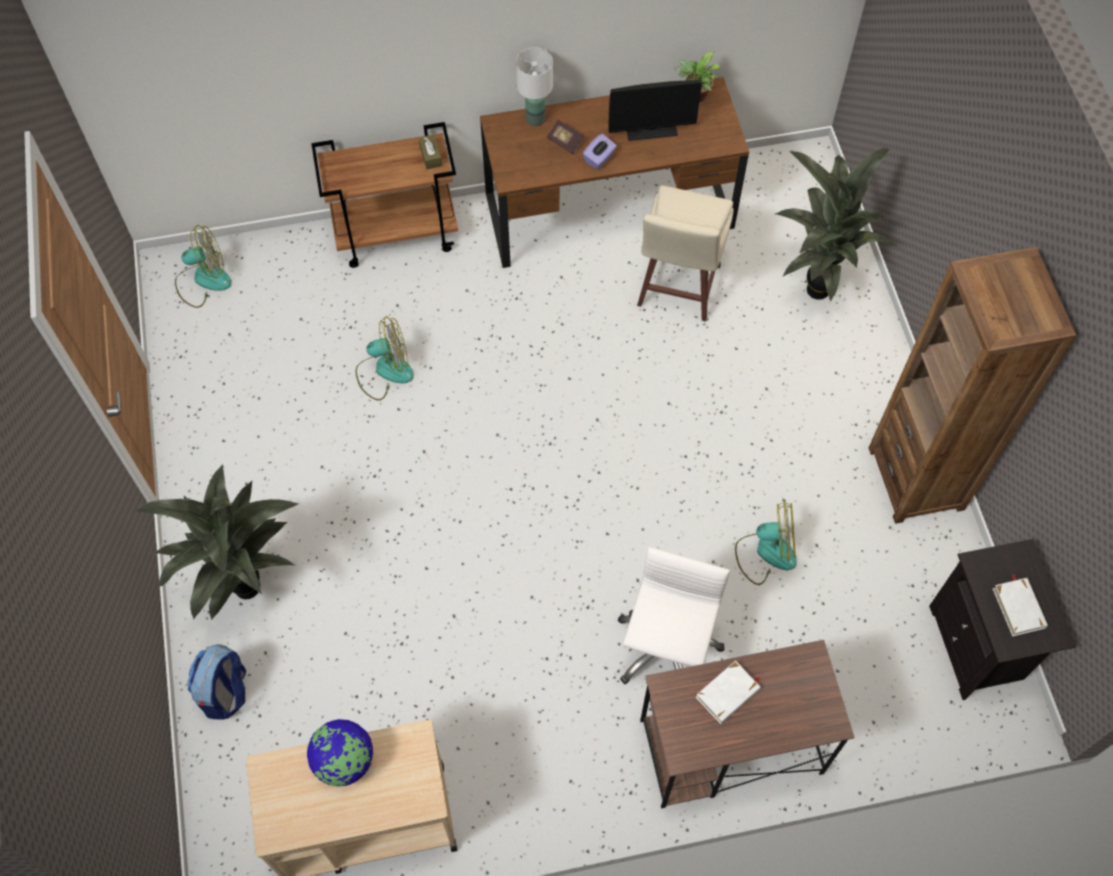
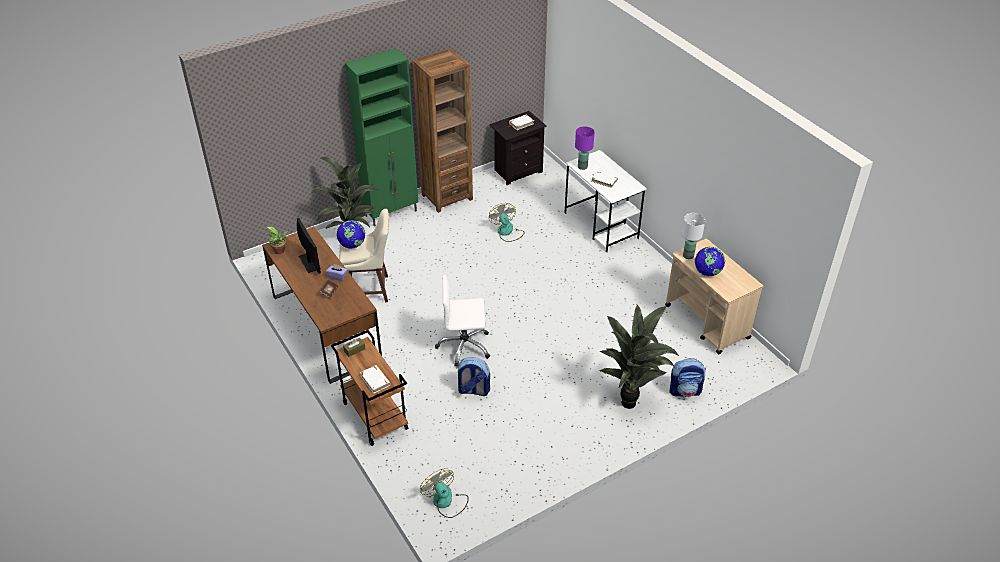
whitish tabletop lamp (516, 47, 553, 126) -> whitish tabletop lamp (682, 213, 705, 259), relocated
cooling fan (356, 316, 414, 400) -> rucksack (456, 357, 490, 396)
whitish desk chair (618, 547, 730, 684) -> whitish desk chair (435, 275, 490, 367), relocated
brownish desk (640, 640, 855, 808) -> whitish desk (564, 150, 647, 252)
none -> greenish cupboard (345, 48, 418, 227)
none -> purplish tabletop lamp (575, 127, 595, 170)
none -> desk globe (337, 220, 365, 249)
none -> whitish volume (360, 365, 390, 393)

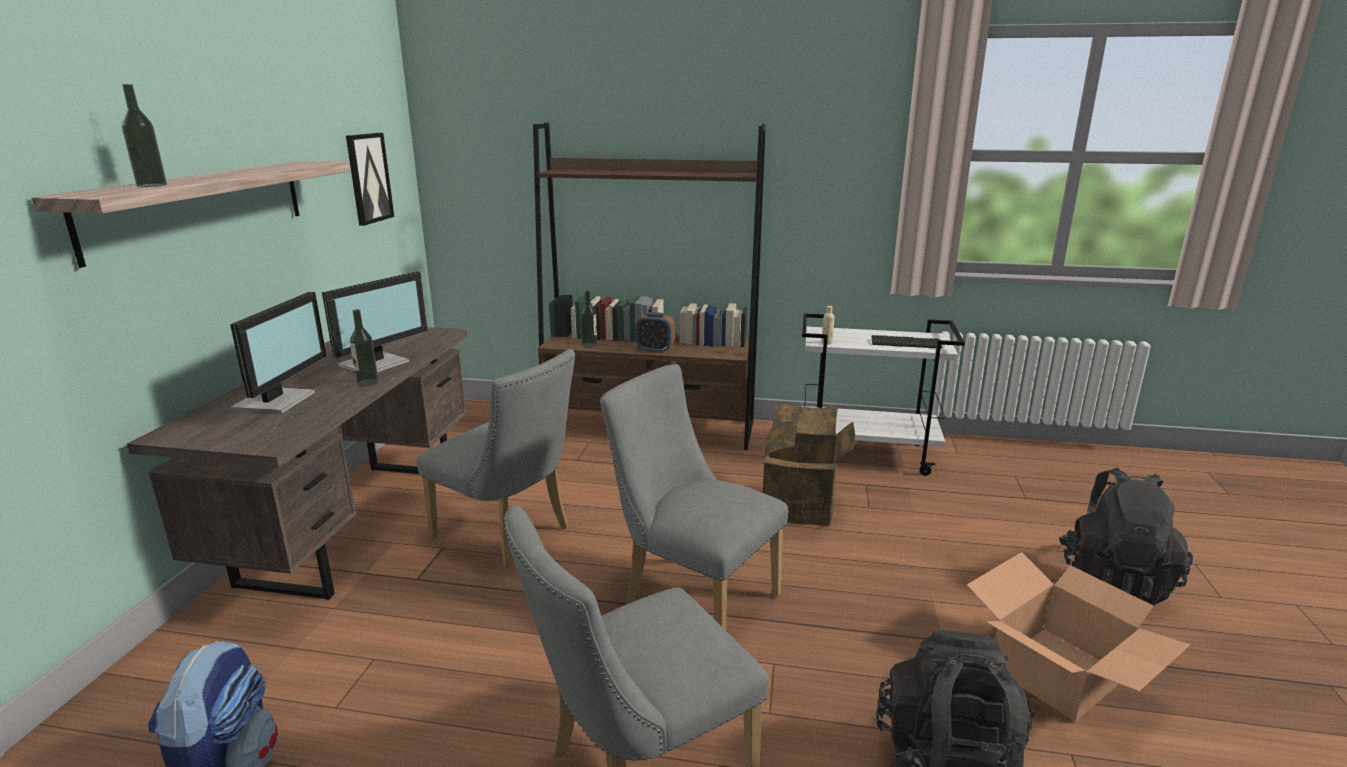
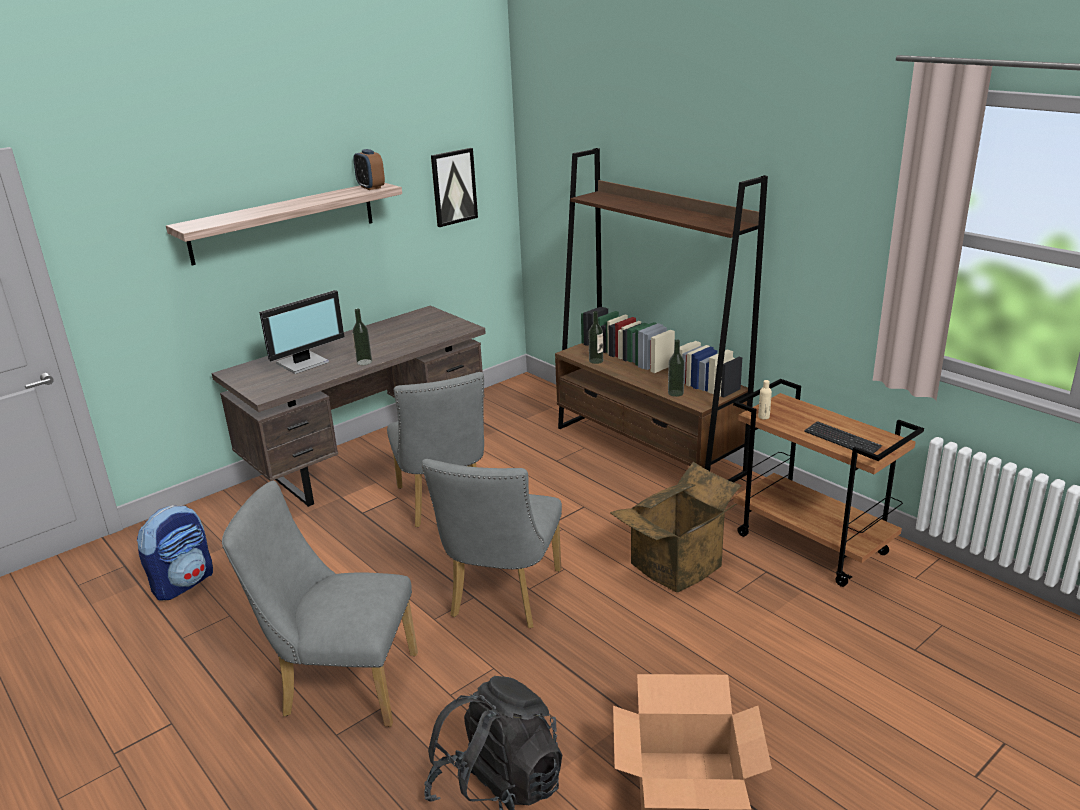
drink bottle (122, 84, 167, 187) -> drink bottle (668, 340, 685, 397), relocated
computer screen (322, 271, 428, 373) -> none
table clock (636, 312, 675, 353) -> table clock (353, 149, 385, 190), relocated
whitish wheeled cart (801, 313, 965, 476) -> brownish wheeled cart (733, 379, 924, 587)
gray upright chair (600, 364, 788, 630) -> gray upright chair (422, 459, 562, 628), 150 degrees counterclockwise
black-coloured rucksack (1059, 468, 1193, 606) -> none

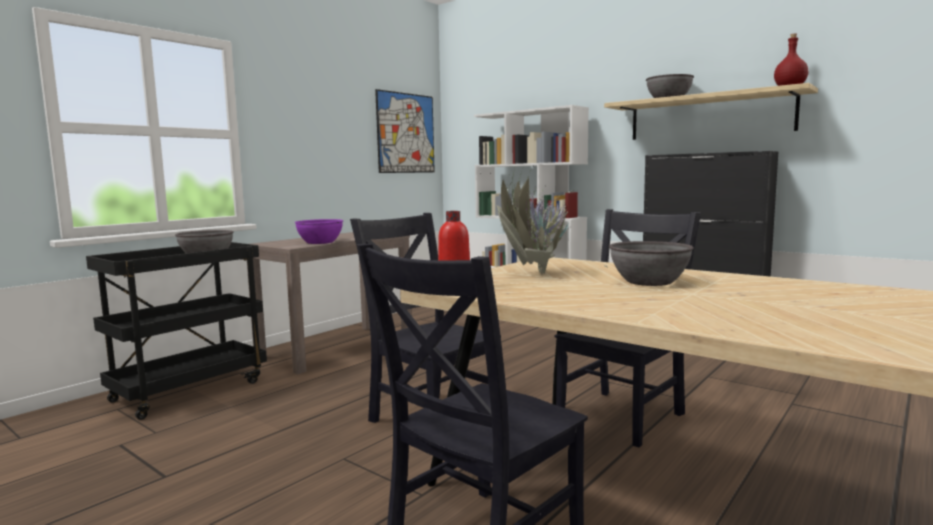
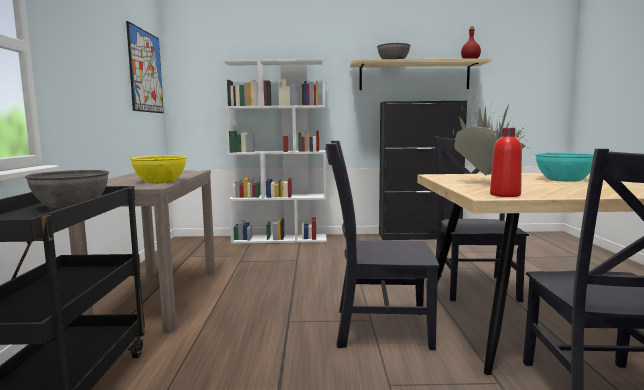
purplish serving bowl (295, 219, 343, 244) -> yellow serving bowl (130, 155, 187, 183)
gray serving bowl (609, 241, 694, 286) -> turquoise serving bowl (535, 152, 594, 181)

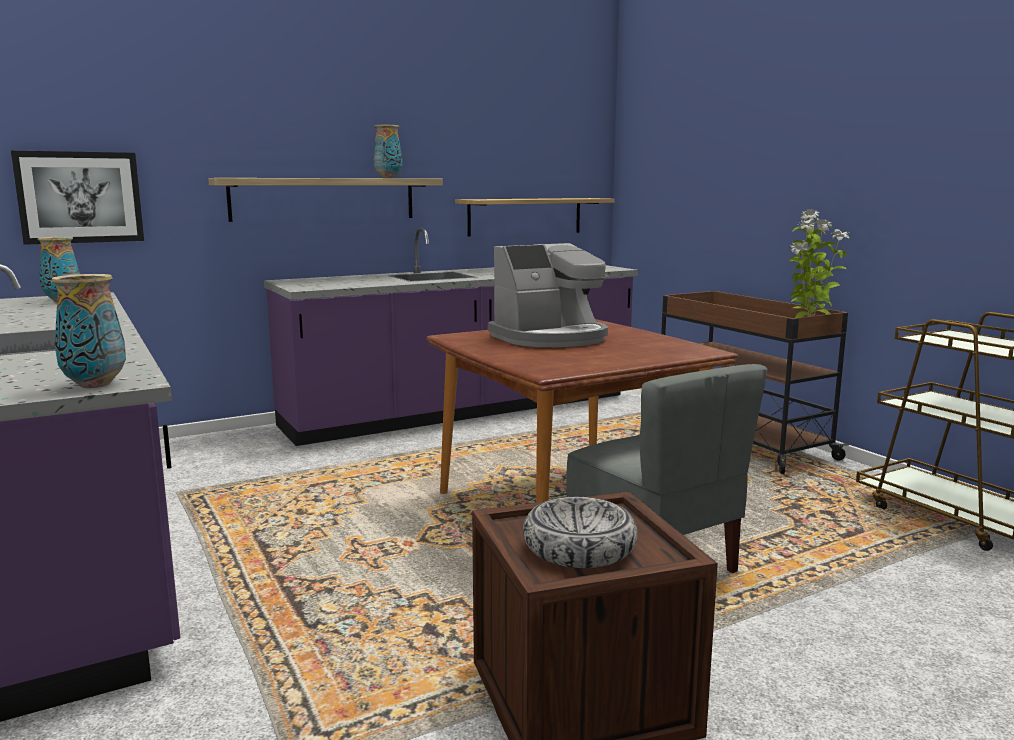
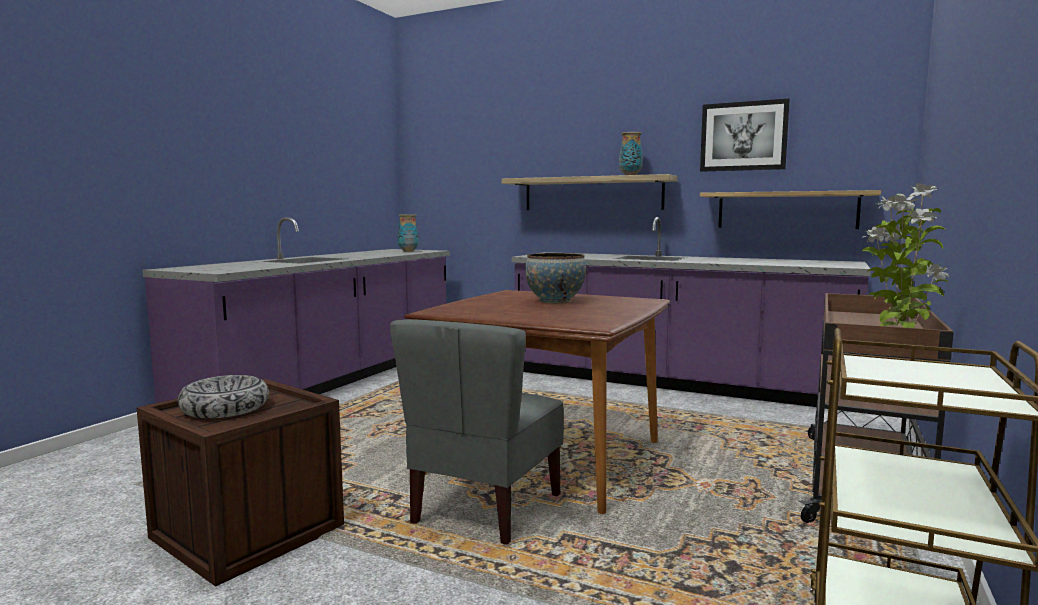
wall picture (11, 151, 144, 245) -> wall picture (700, 99, 790, 172), relocated
coffee machine (488, 243, 608, 347) -> serving bowl (525, 253, 586, 304)
flower vase (52, 274, 126, 388) -> none

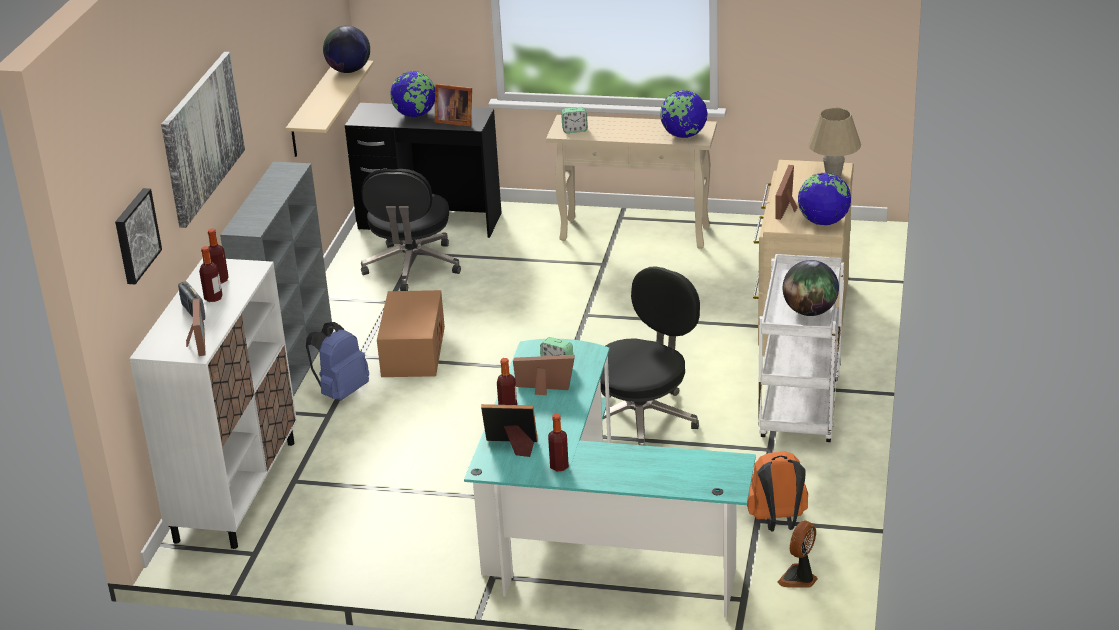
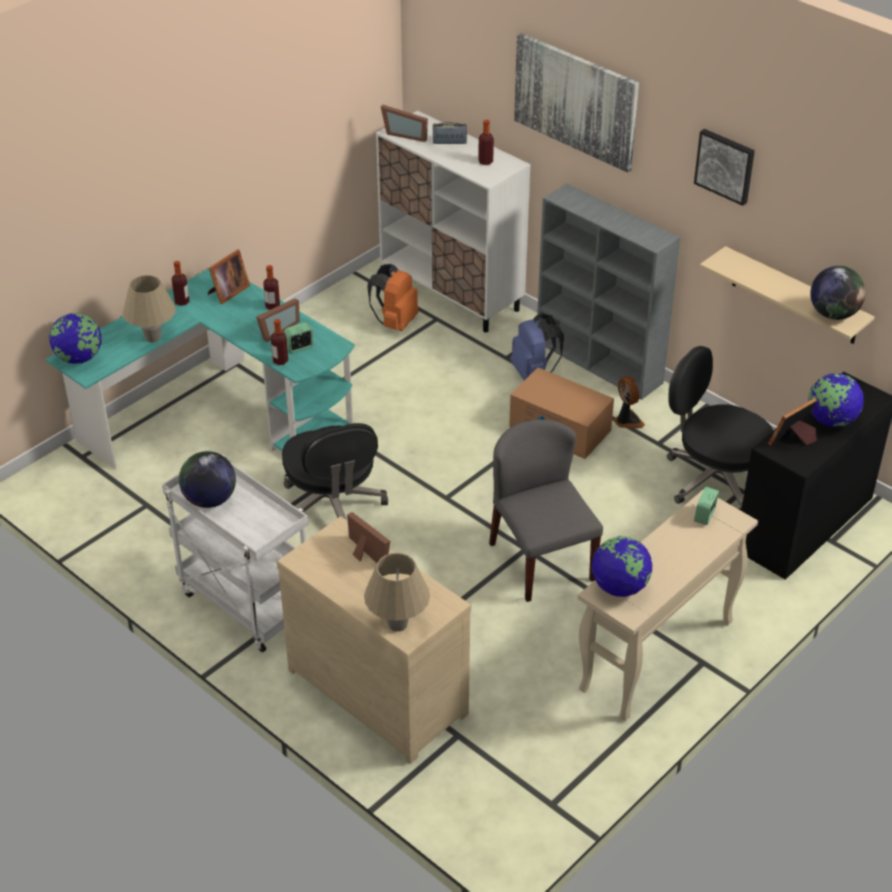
desk globe (798, 173, 851, 225) -> desk globe (49, 313, 102, 364), relocated
wall picture (115, 188, 162, 284) -> wall picture (694, 129, 755, 206), relocated
drink bottle (199, 246, 223, 302) -> drink bottle (271, 319, 288, 365), relocated
orangey rucksack (747, 452, 808, 532) -> orangey rucksack (367, 264, 419, 331), relocated
cooling fan (778, 521, 818, 588) -> cooling fan (613, 376, 645, 429), relocated
none -> sand-coloured tabletop lamp (123, 275, 176, 343)
none -> gray upright chair (489, 419, 603, 602)

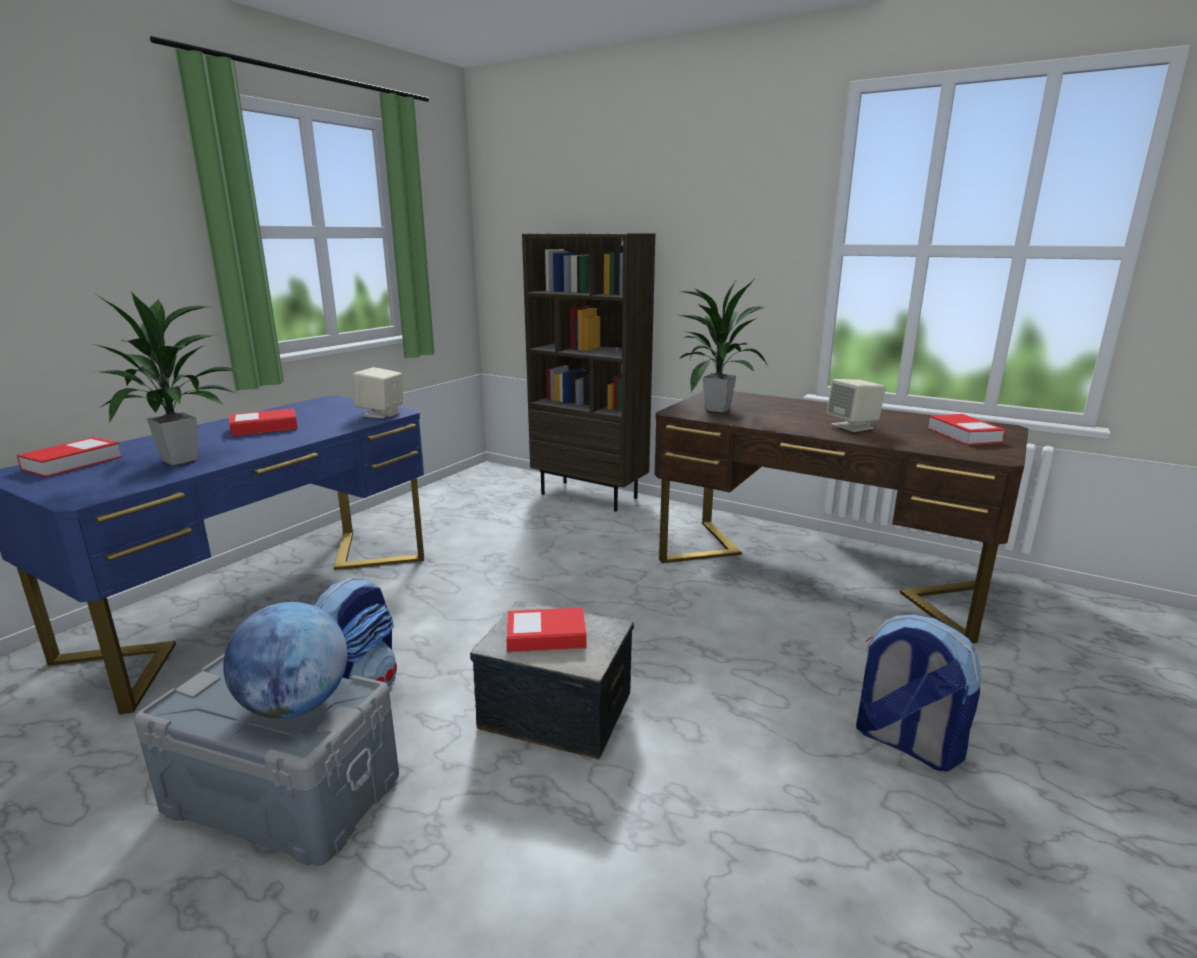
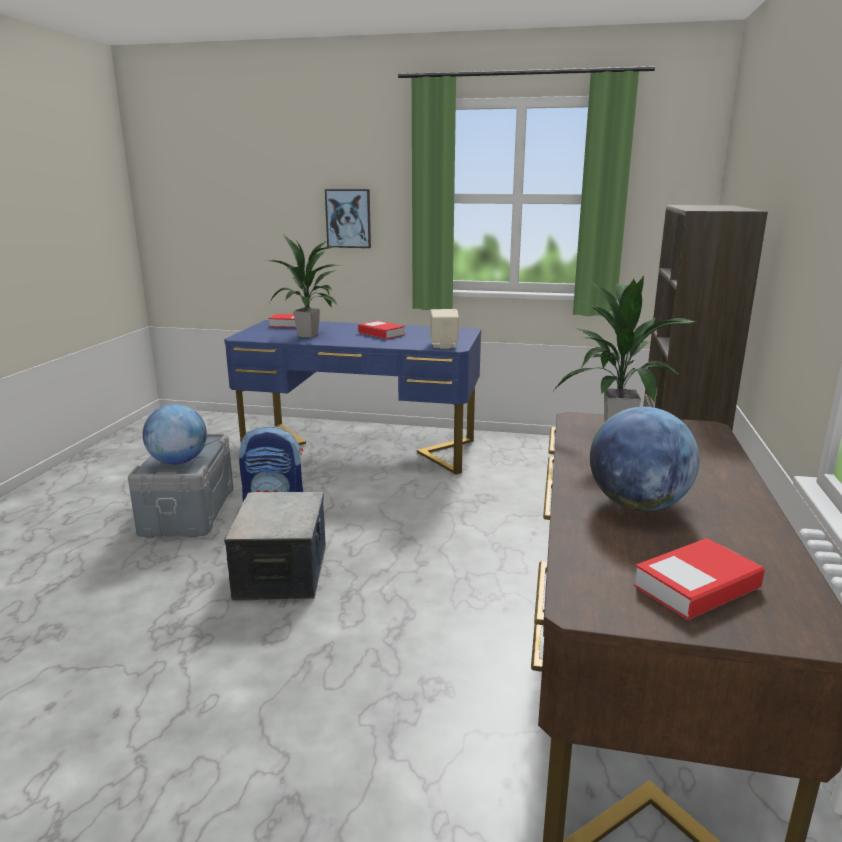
sand-coloured speaker (826, 379, 886, 432) -> desk globe (590, 407, 699, 511)
volume (506, 607, 587, 652) -> none
rucksack (856, 615, 981, 771) -> none
none -> wall picture (325, 189, 371, 248)

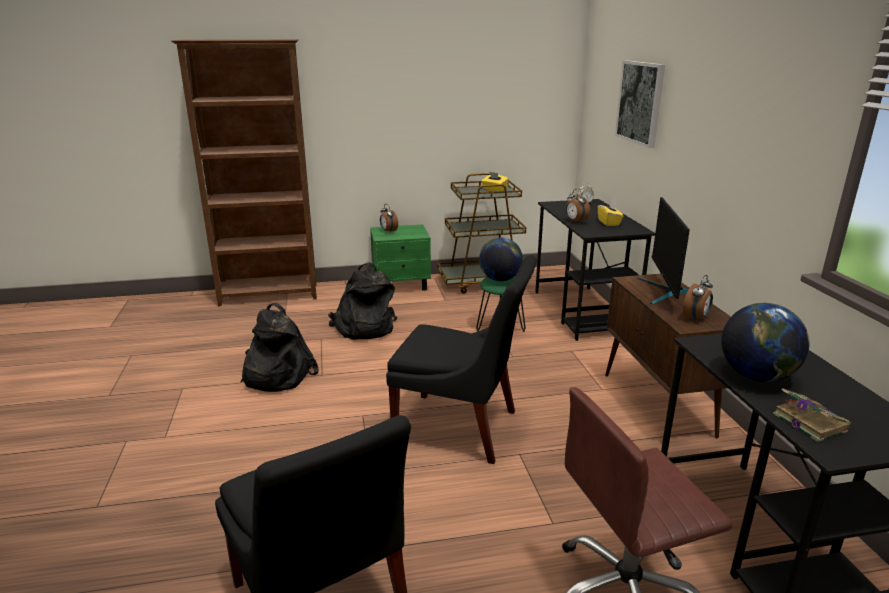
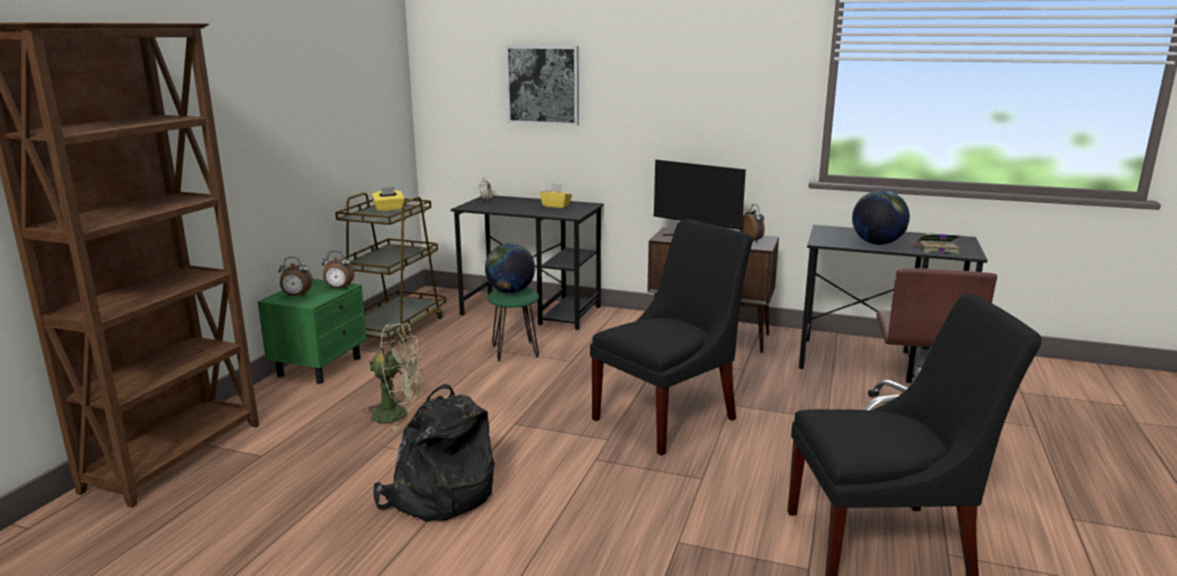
table clock (565, 189, 590, 224) -> table clock (322, 251, 355, 290), relocated
black-coloured rucksack (328, 262, 397, 340) -> greenish cooling fan (363, 323, 424, 430)

